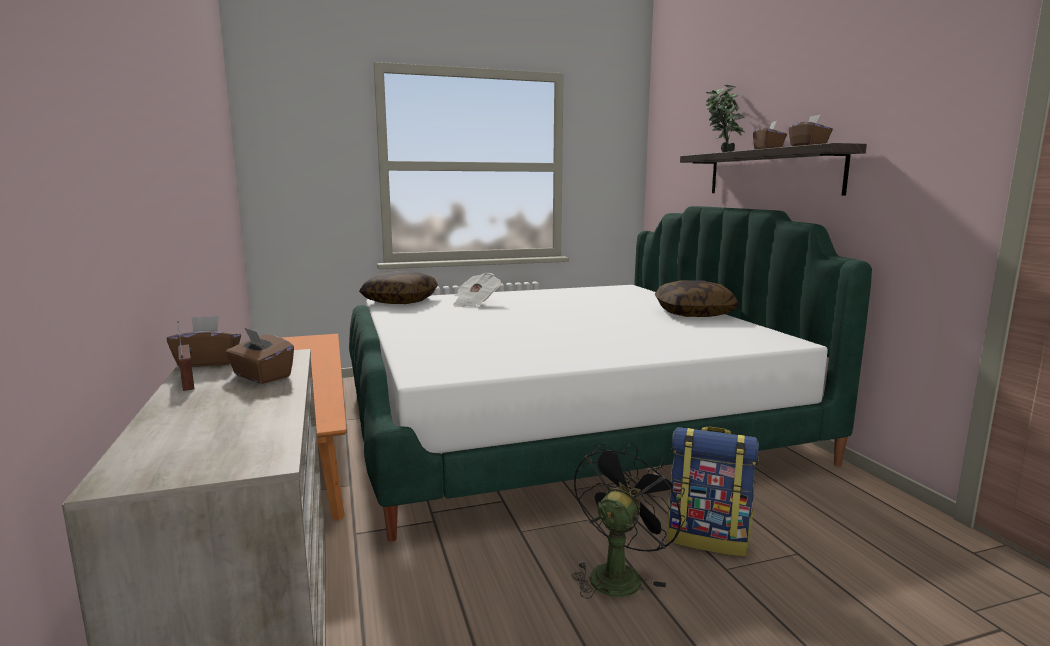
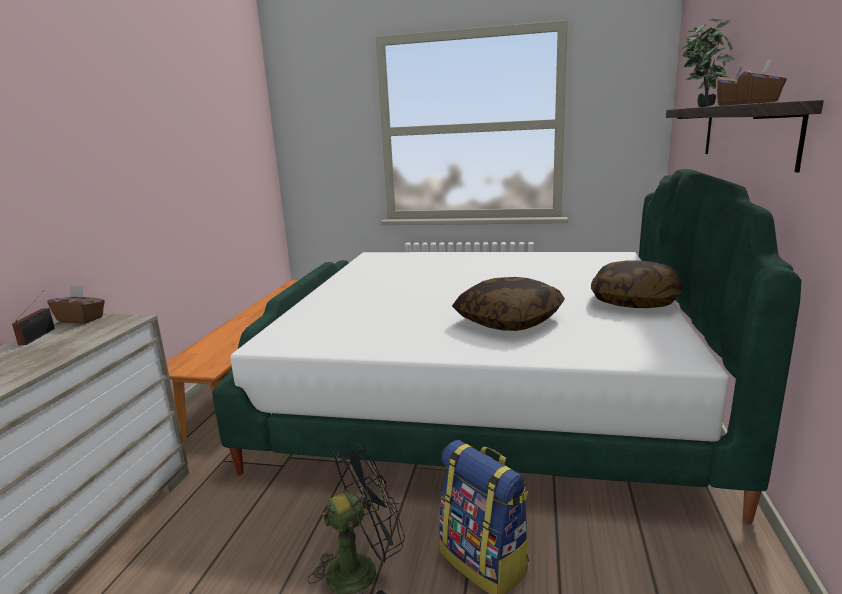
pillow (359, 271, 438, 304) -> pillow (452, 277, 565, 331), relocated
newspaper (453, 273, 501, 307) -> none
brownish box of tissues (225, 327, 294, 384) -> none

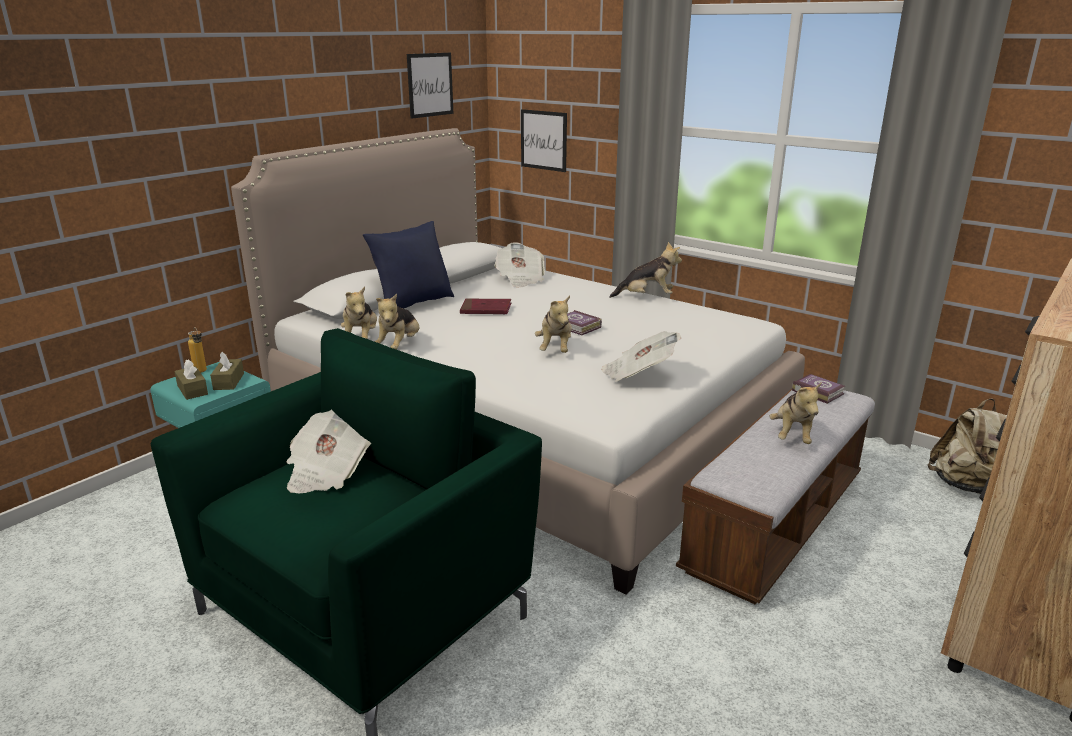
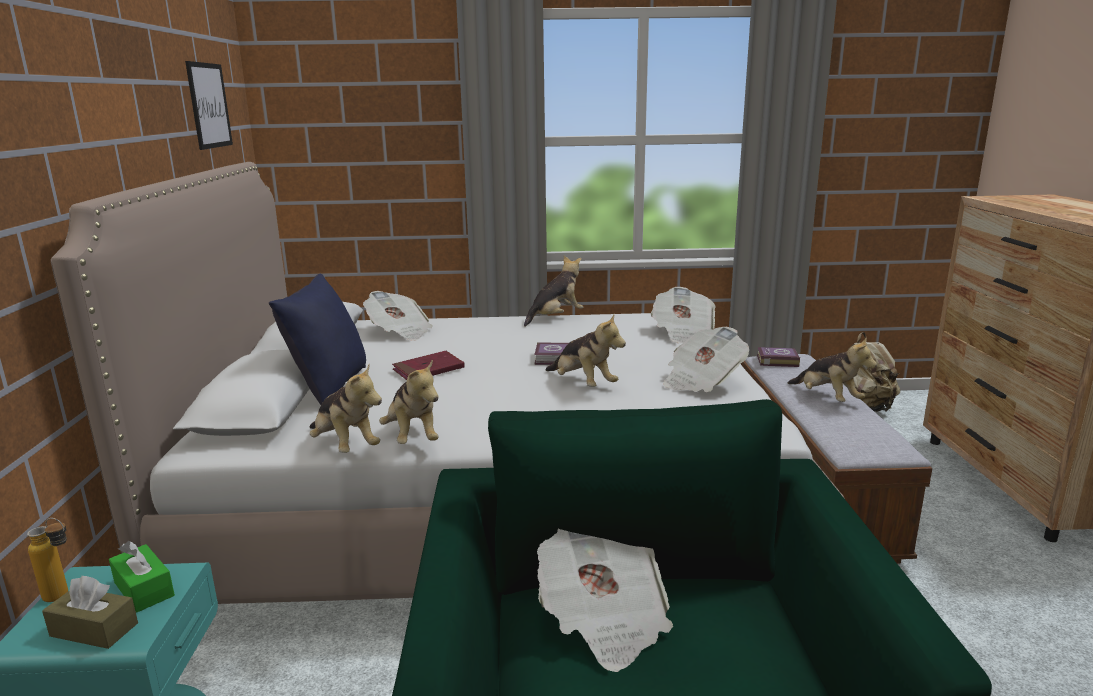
wall picture (521, 109, 567, 172) -> none
brownish box of tissues (210, 352, 244, 390) -> greenish box of tissues (109, 541, 175, 613)
none -> newspaper (651, 287, 715, 343)

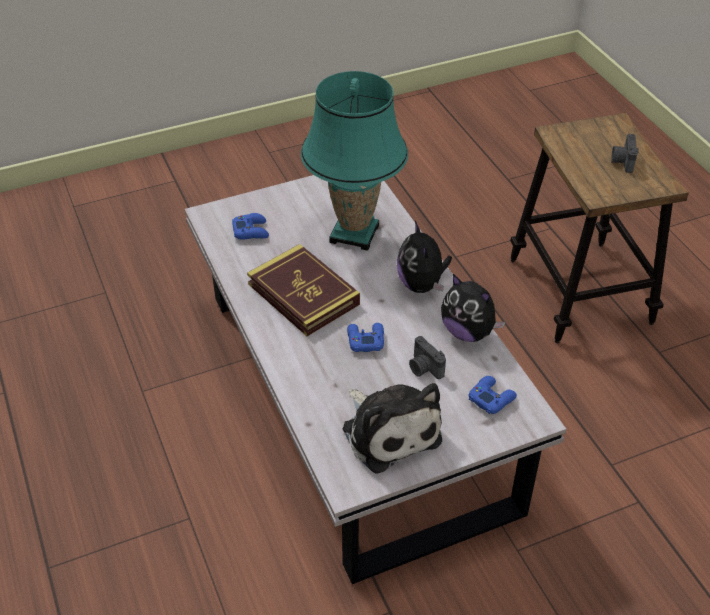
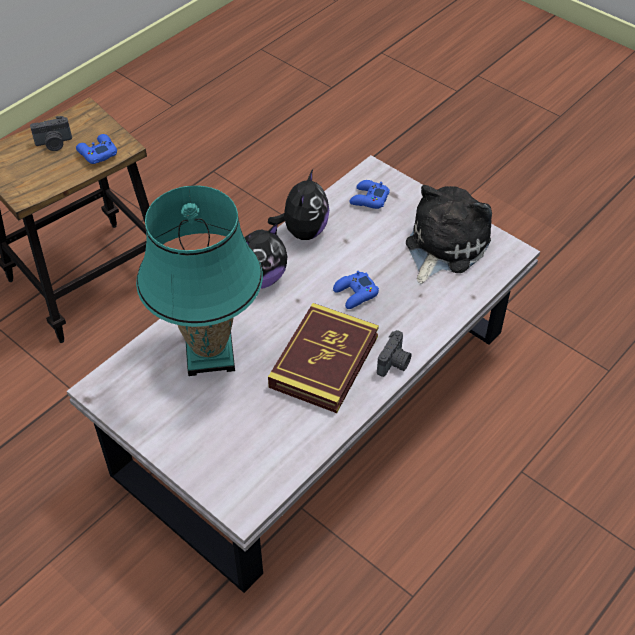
blue-coloured game controller (232, 213, 269, 240) -> blue-coloured game controller (76, 134, 117, 164), relocated
photo camera (409, 336, 446, 379) -> photo camera (377, 330, 412, 377), relocated

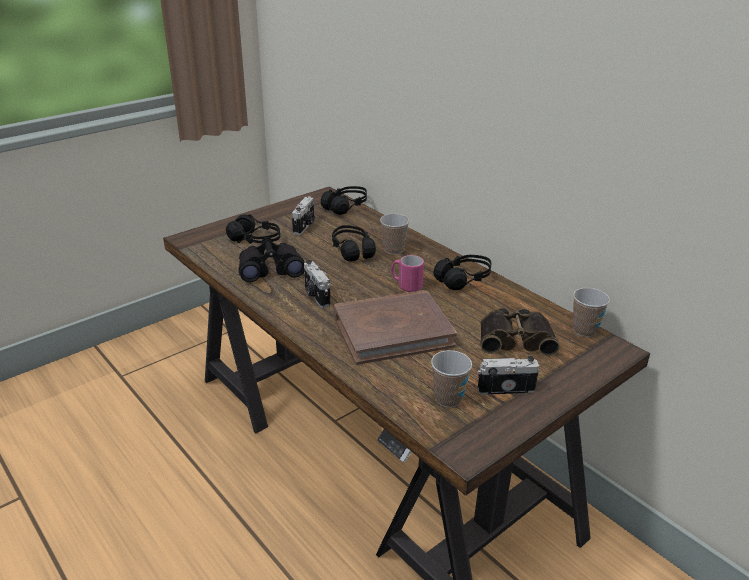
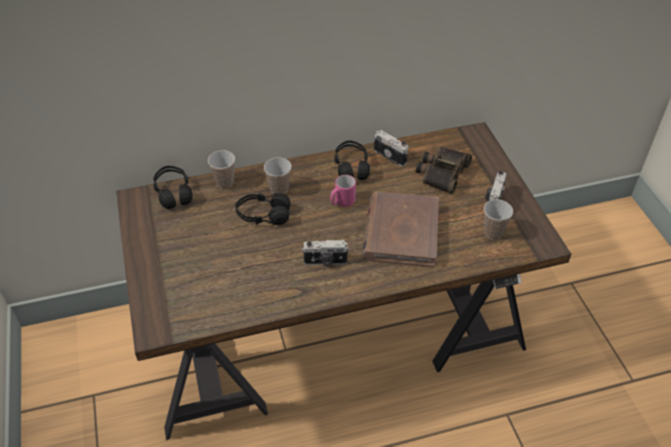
photo camera (292, 196, 315, 235) -> photo camera (374, 130, 408, 167), relocated
black-coloured headset (226, 214, 280, 244) -> none
black-coloured binoculars (238, 237, 305, 282) -> none
cup (572, 288, 610, 337) -> cup (208, 150, 235, 188), relocated

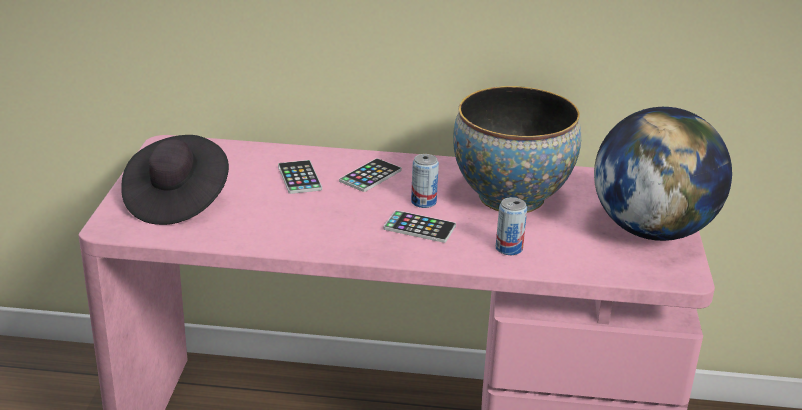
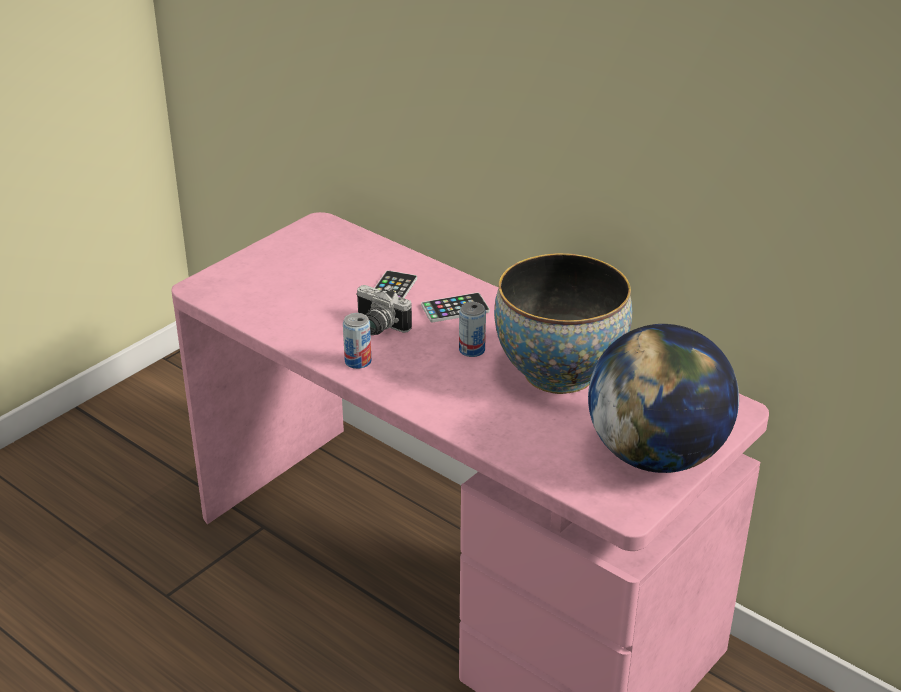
black-coloured clothing hat (121, 135, 229, 225) -> none
metal can (496, 197, 527, 255) -> metal can (343, 313, 371, 369), relocated
phone (384, 210, 456, 243) -> none
none -> photo camera (356, 285, 412, 335)

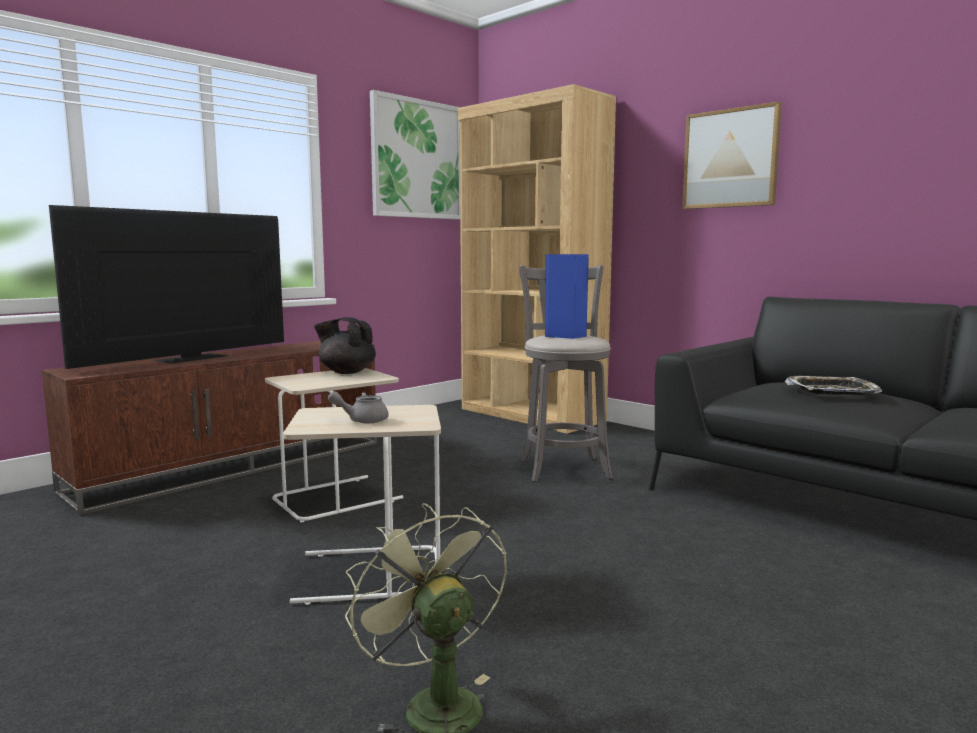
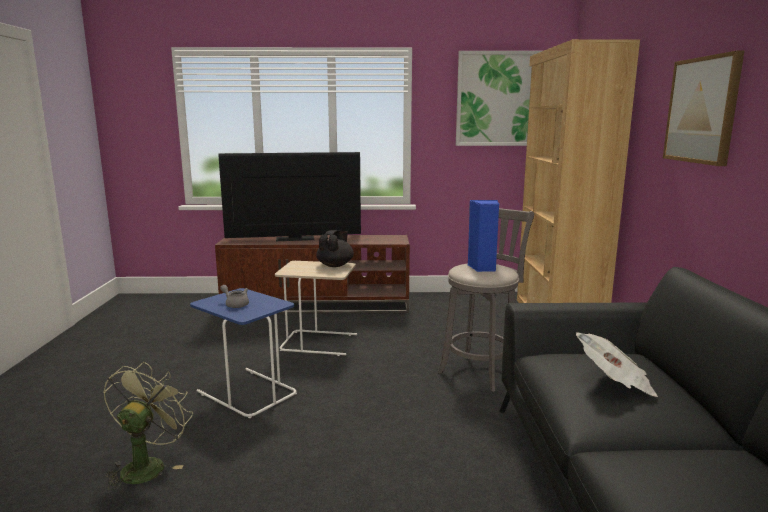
black-coloured teapot (314, 317, 376, 374) -> black-coloured teapot (316, 230, 354, 267), 45 degrees clockwise
serving tray (785, 376, 882, 395) -> newspaper (576, 332, 658, 397)
sand-coloured side table (283, 405, 441, 605) -> blue-coloured side table (190, 288, 297, 418)

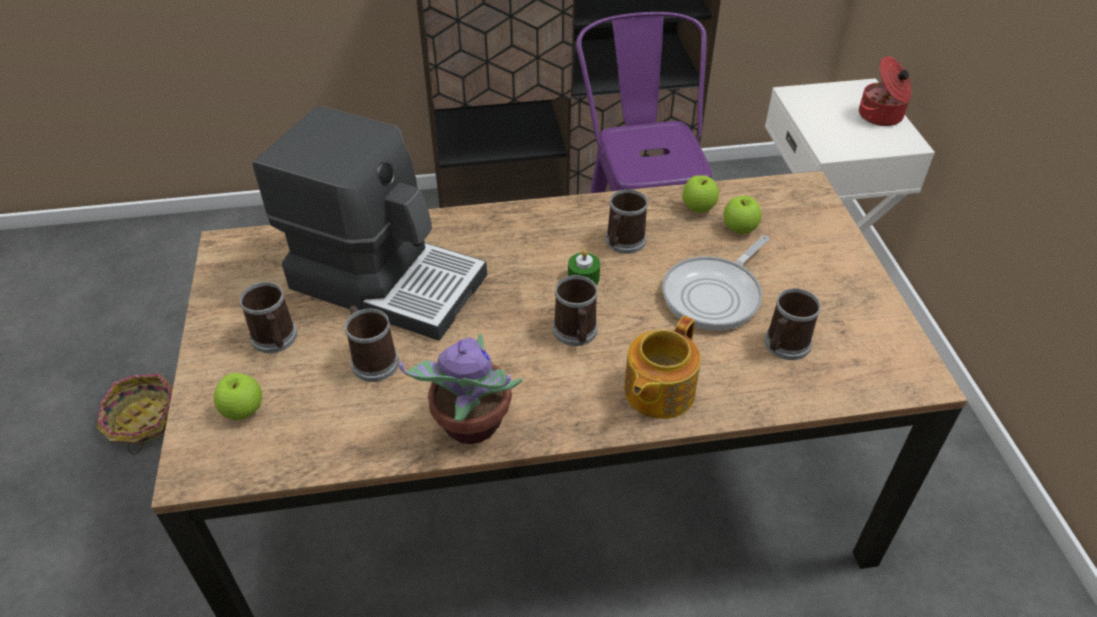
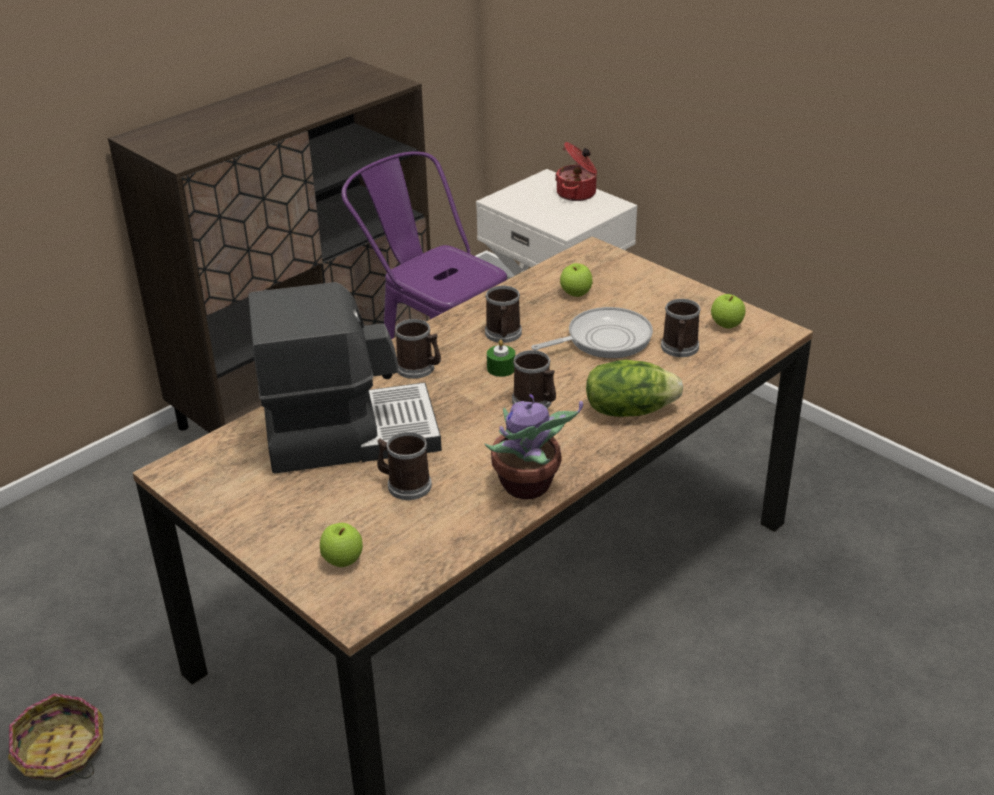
apple (682, 175, 719, 213) -> apple (711, 294, 745, 328), relocated
frying pan (662, 235, 770, 331) -> frying pan (531, 307, 653, 358), 120 degrees counterclockwise
mug (240, 282, 297, 353) -> mug (395, 319, 441, 379), relocated
teapot (624, 316, 701, 419) -> lettuce head (586, 360, 683, 417)

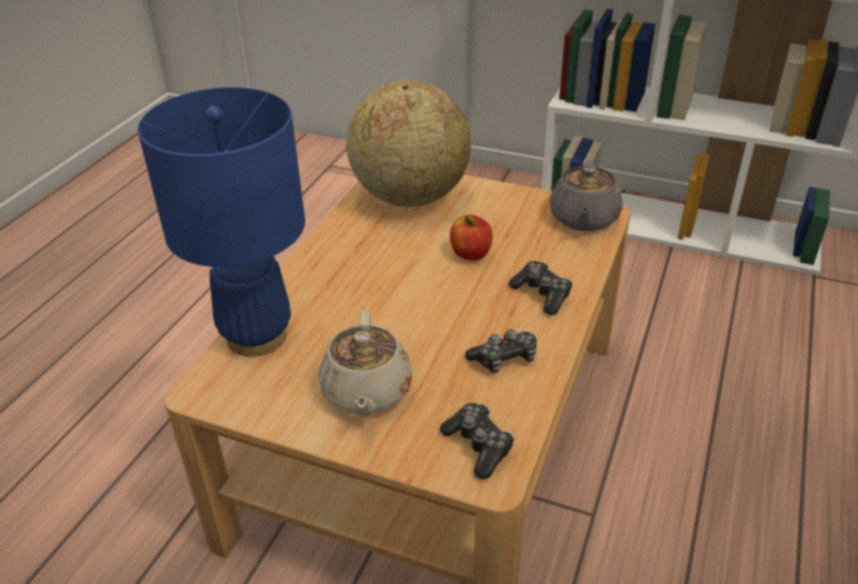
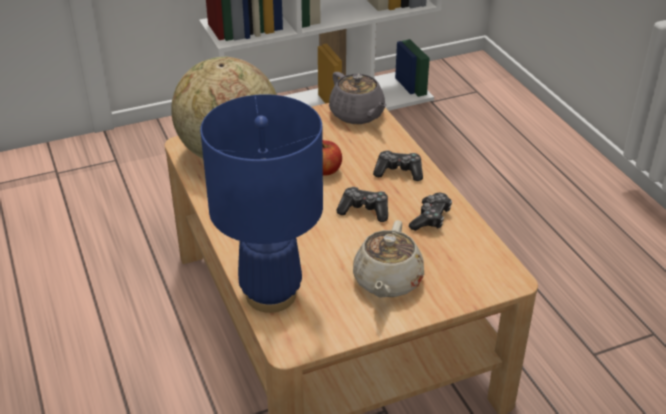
sand-coloured teapot (318, 311, 413, 417) -> sand-coloured teapot (353, 220, 424, 298), 60 degrees clockwise
game controller (440, 403, 514, 479) -> game controller (336, 187, 388, 222), relocated

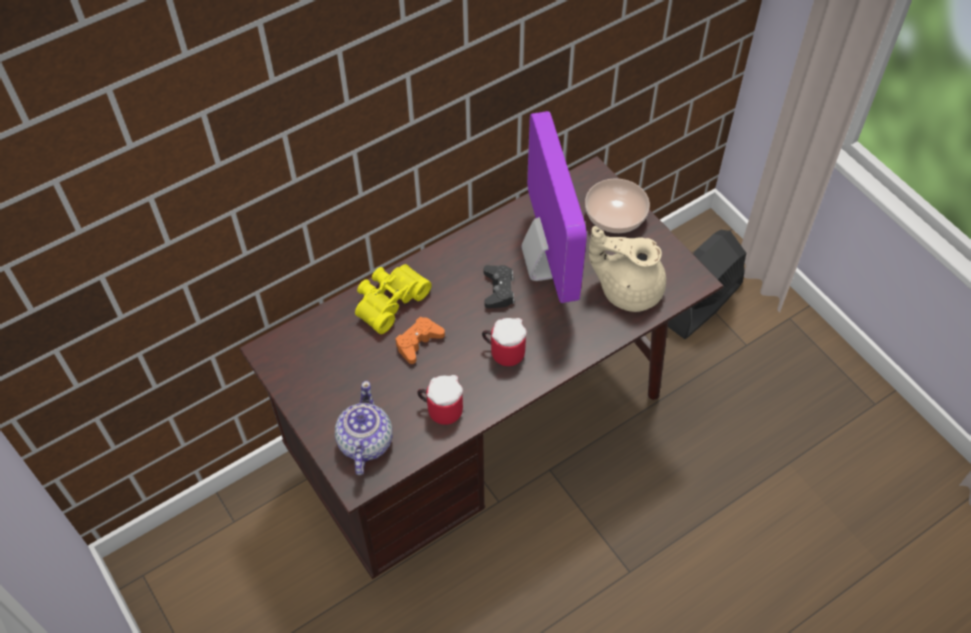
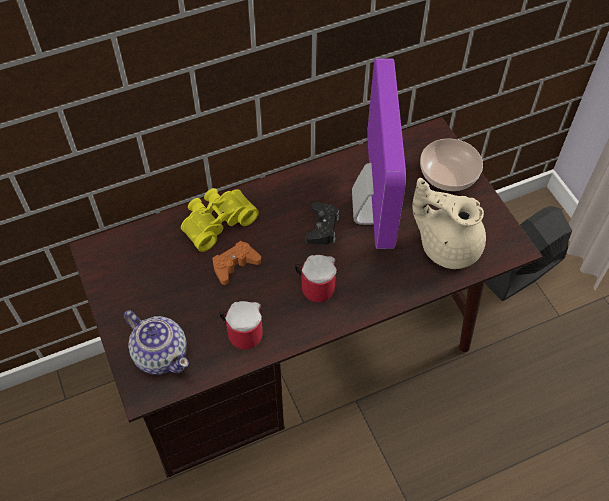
teapot (335, 381, 393, 475) -> teapot (124, 310, 189, 375), 120 degrees clockwise

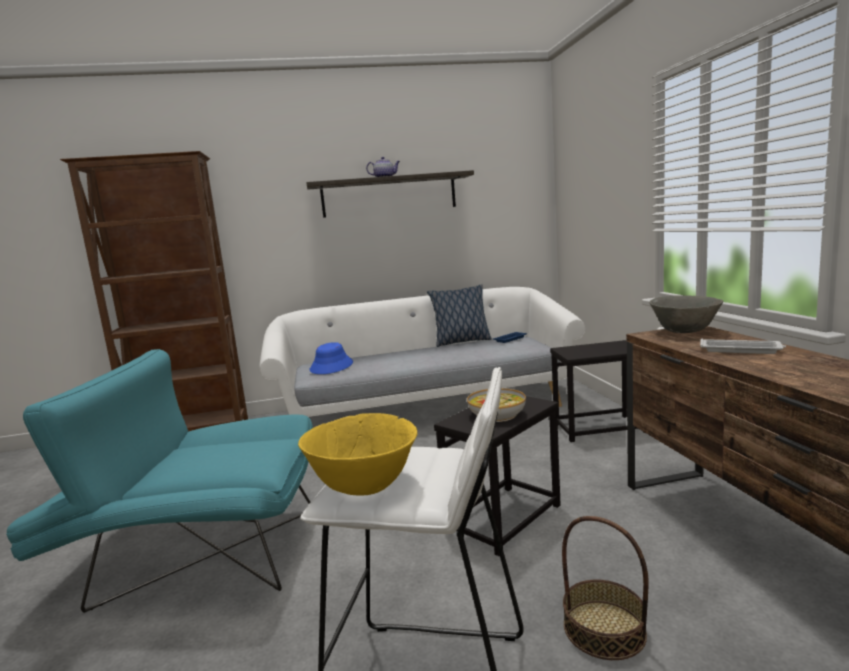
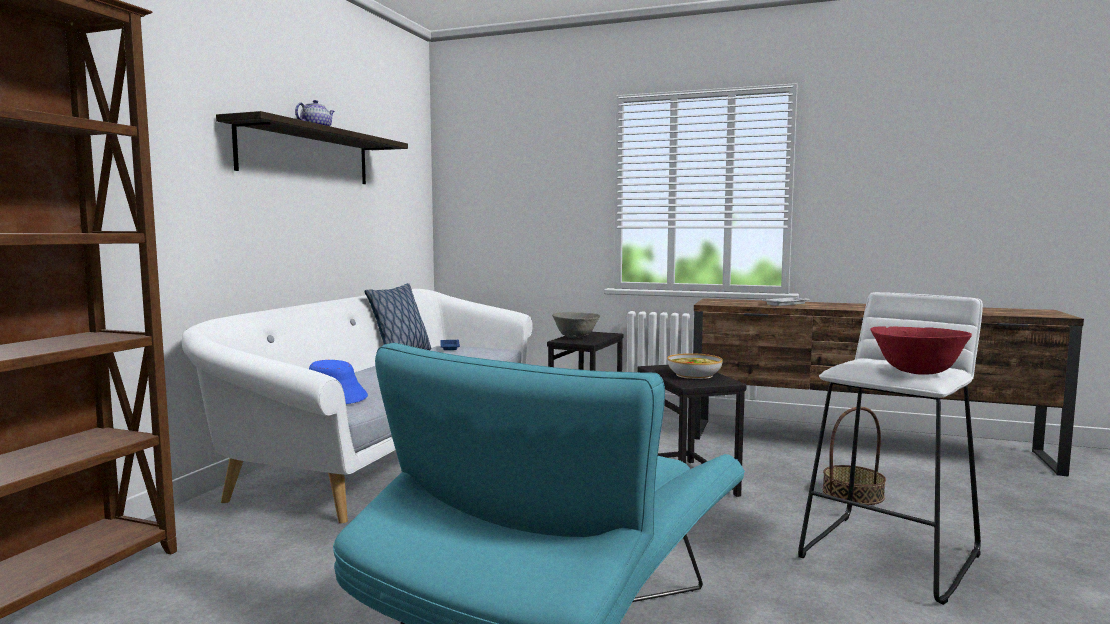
gray serving bowl (649, 295, 724, 333) -> gray serving bowl (552, 312, 600, 338), relocated
yellow serving bowl (298, 413, 417, 496) -> red serving bowl (870, 326, 972, 375)

